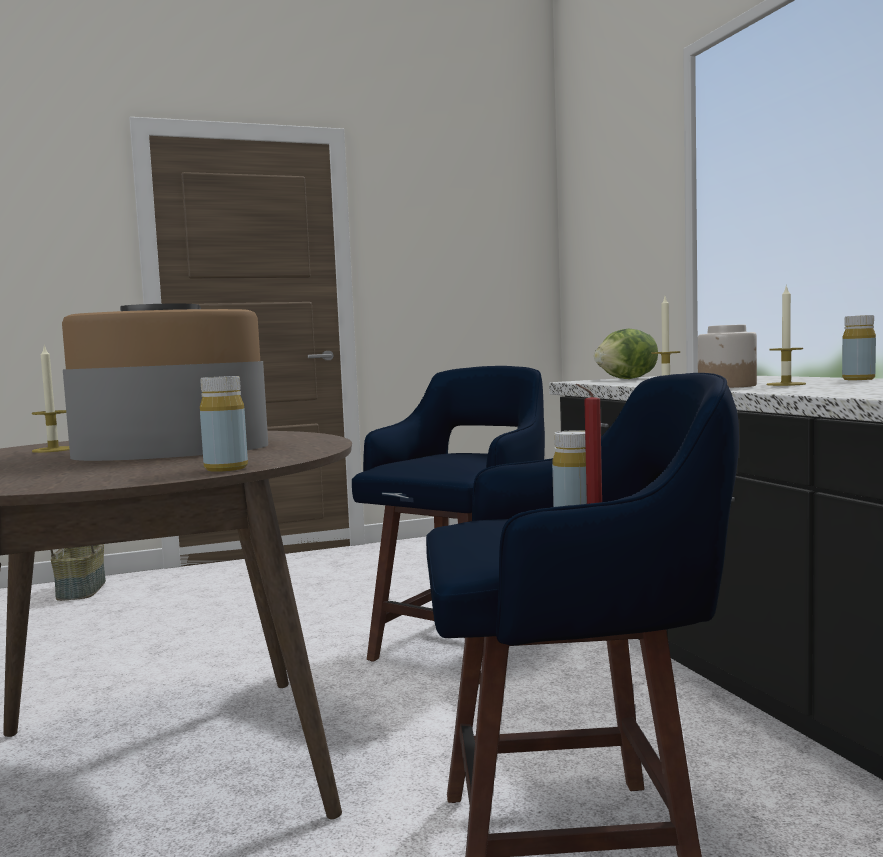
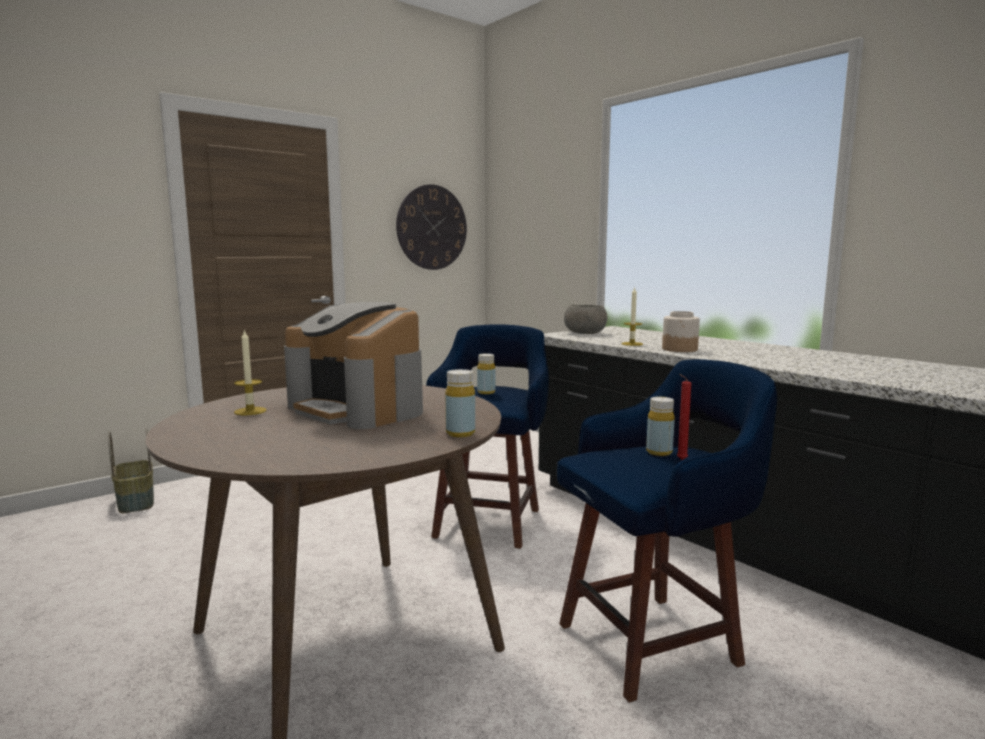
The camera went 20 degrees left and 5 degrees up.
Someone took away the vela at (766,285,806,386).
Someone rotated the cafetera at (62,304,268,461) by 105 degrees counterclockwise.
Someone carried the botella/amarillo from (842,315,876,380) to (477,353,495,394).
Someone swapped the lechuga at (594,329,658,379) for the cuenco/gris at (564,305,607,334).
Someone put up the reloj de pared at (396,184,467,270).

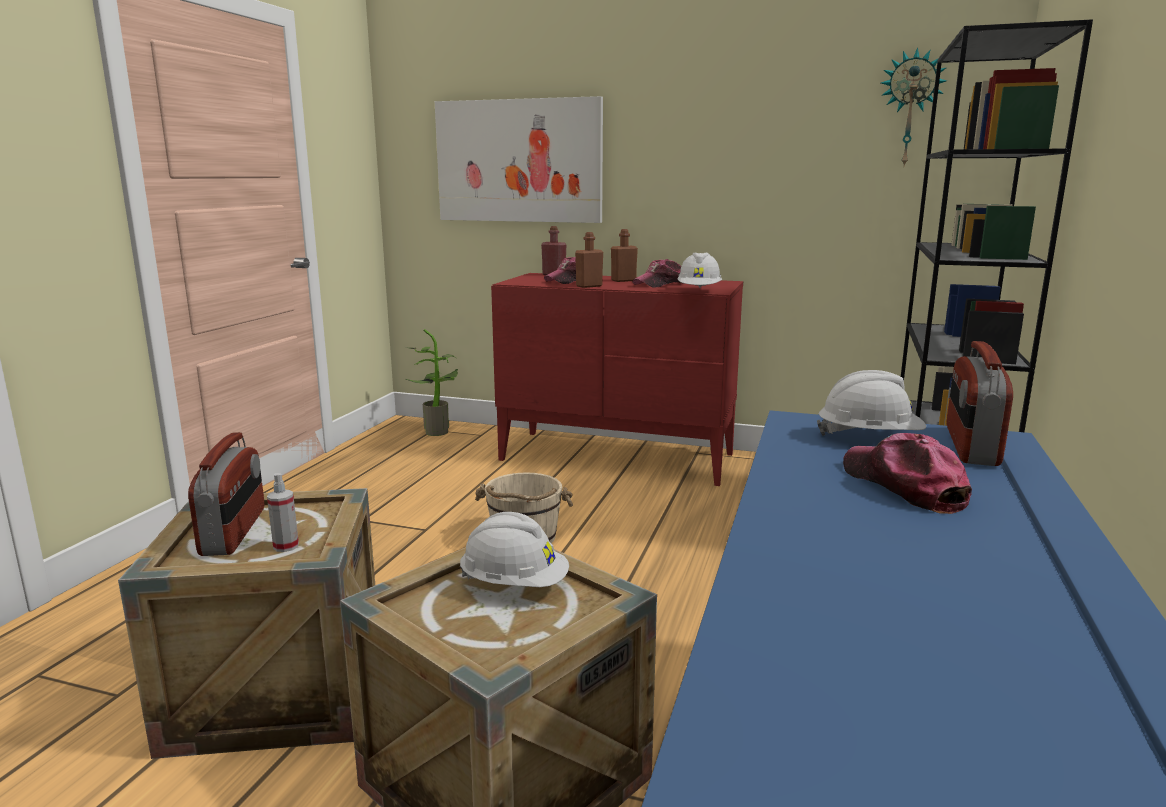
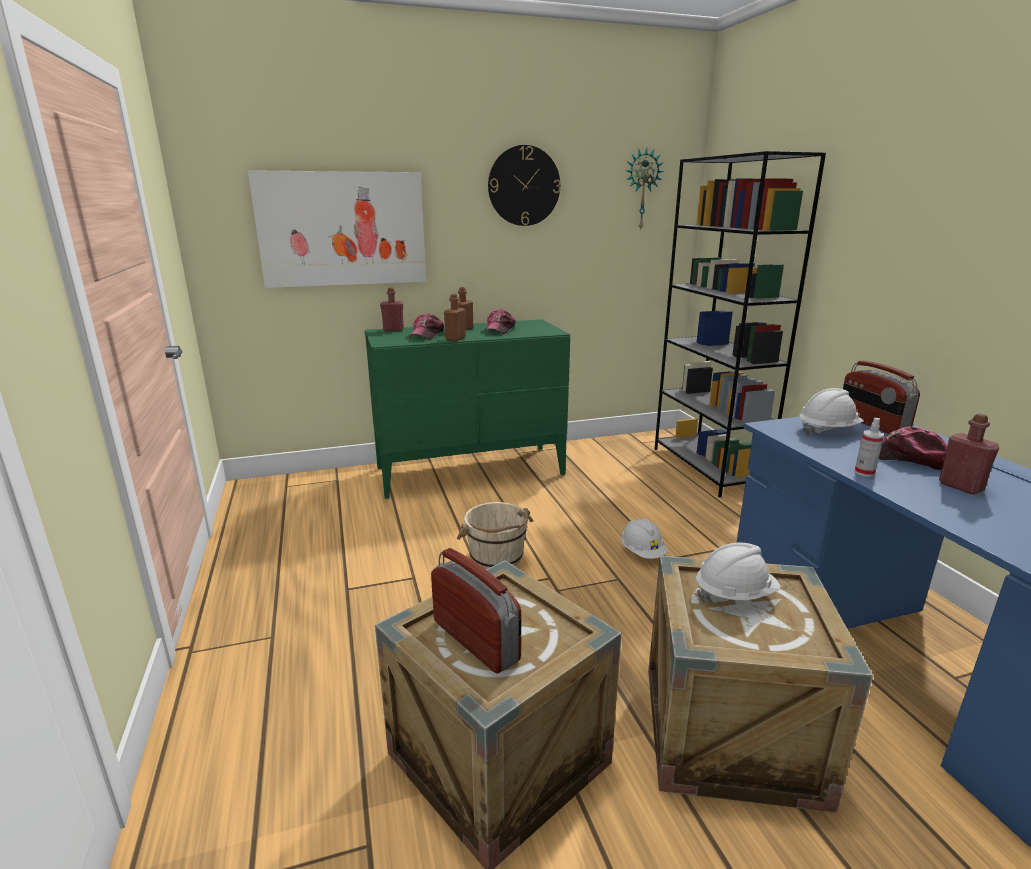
The camera went 35 degrees left and 5 degrees up.
Someone carried the casco/blanco from (677,252,722,288) to (621,518,668,559).
Someone repainted the armario/rojo at (491,273,743,486), which became the armario/verde at (365,319,570,499).
Someone took away the planta en maceta at (406,329,458,436).
Someone carried the pulverizador from (267,473,299,552) to (855,418,884,477).
Someone put up the reloj de pared at (488,145,561,226).
Someone put down the botella/rojo at (939,414,999,494).

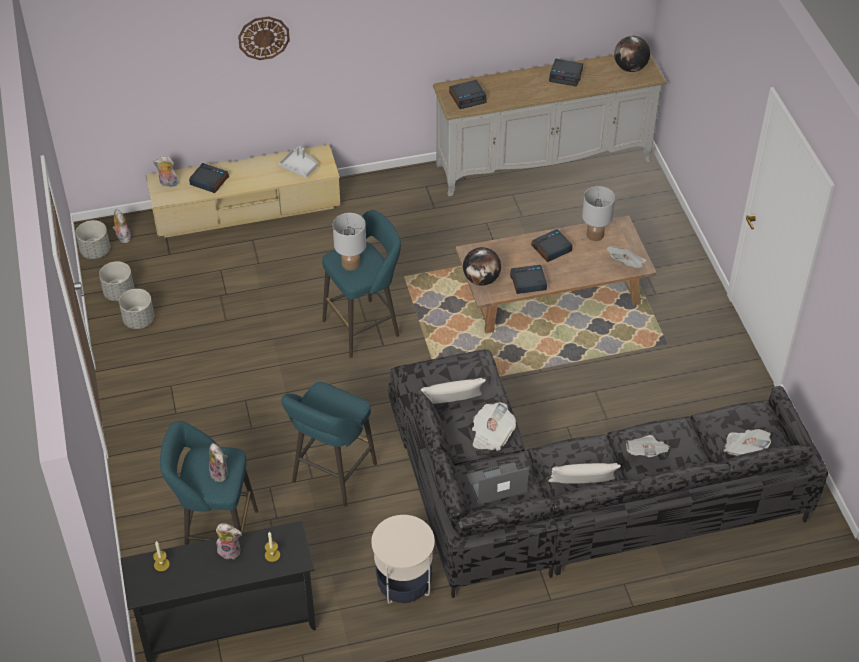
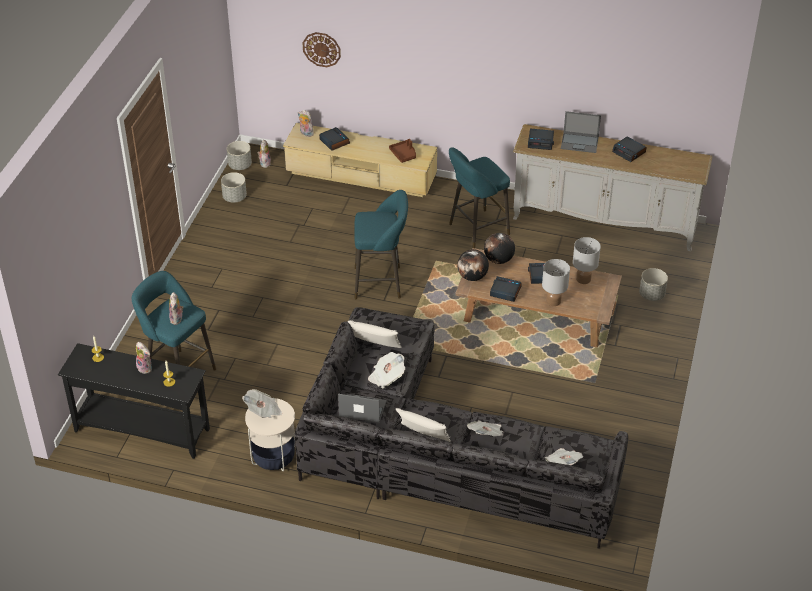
The camera went 30 degrees right and 5 degrees down.
Someone carried the reloj de pared from (238,16,290,60) to (303,32,341,67).
Someone carried the globo terráqueo from (614,36,650,72) to (484,233,515,264).
Someone repainted the bandeja/gris at (279,146,318,178), which became the bandeja/marrón at (389,139,416,163).
Someone carried the lámpara de mesa/gris from (333,213,366,271) to (542,259,570,306).
Someone carried the periódico from (607,246,646,269) to (242,389,282,418).
Someone carried the maceta/gris from (119,289,154,329) to (639,268,668,301).
Someone carried the taburete/turquesa from (281,382,377,506) to (449,147,510,248).
Someone put down the portátil at (561,111,601,153).

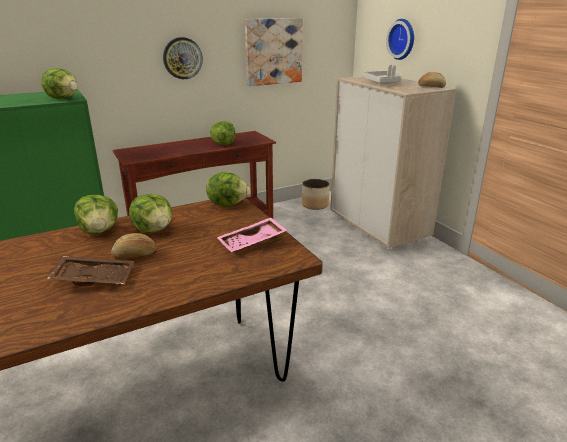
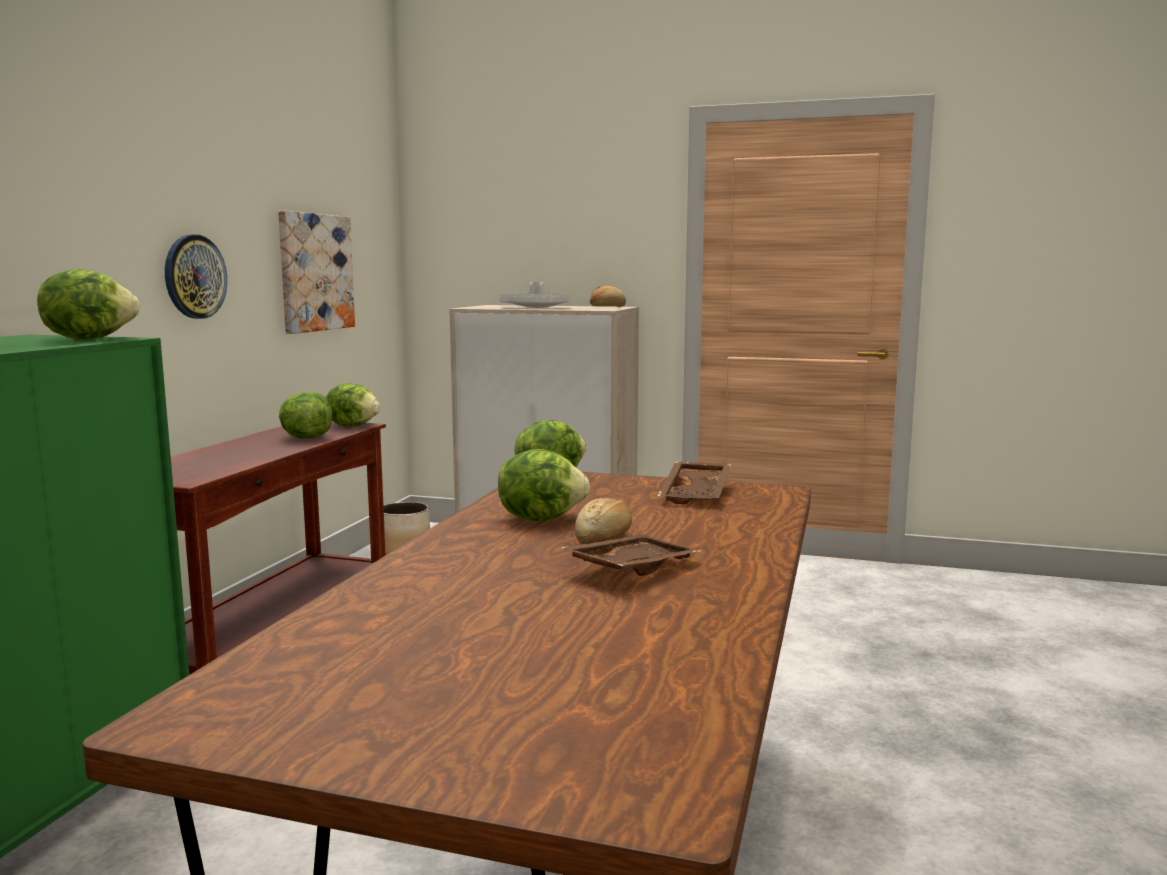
The camera went 45 degrees left and 15 degrees down.
Someone took away the reloj de pared at (386,19,414,60).
Someone carried the lechuga from (74,195,118,234) to (326,383,380,427).
Someone repainted the bandeja/rosa at (217,217,288,252), which became the bandeja/marrón at (658,462,731,504).

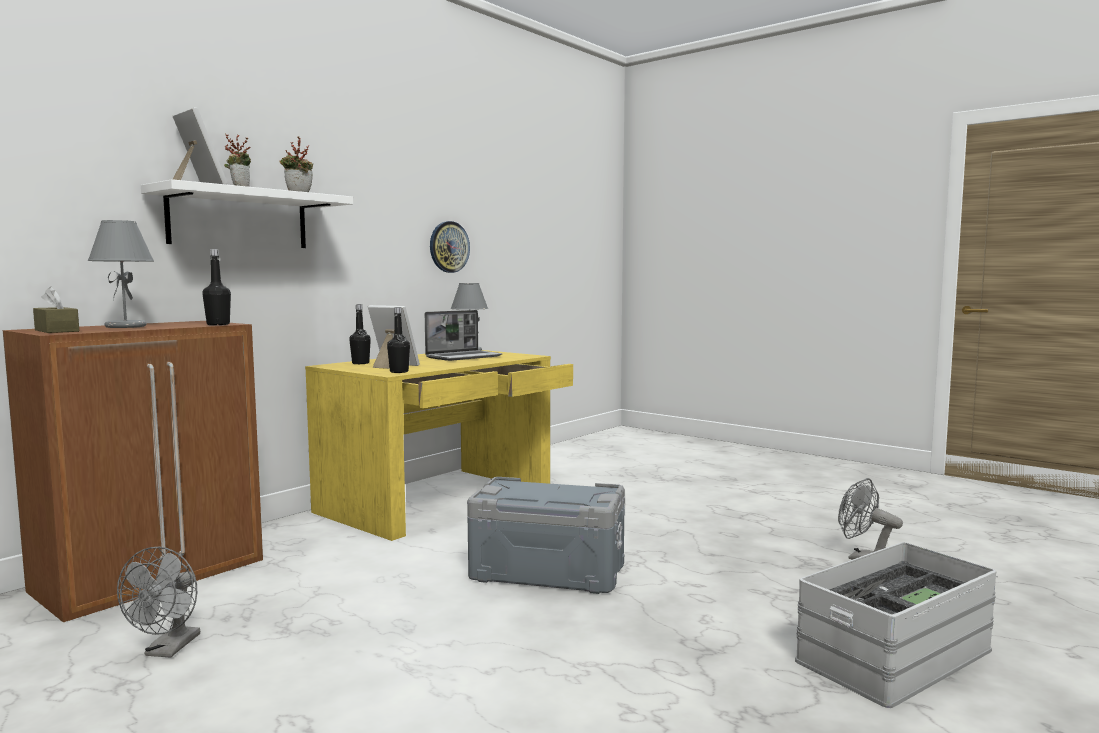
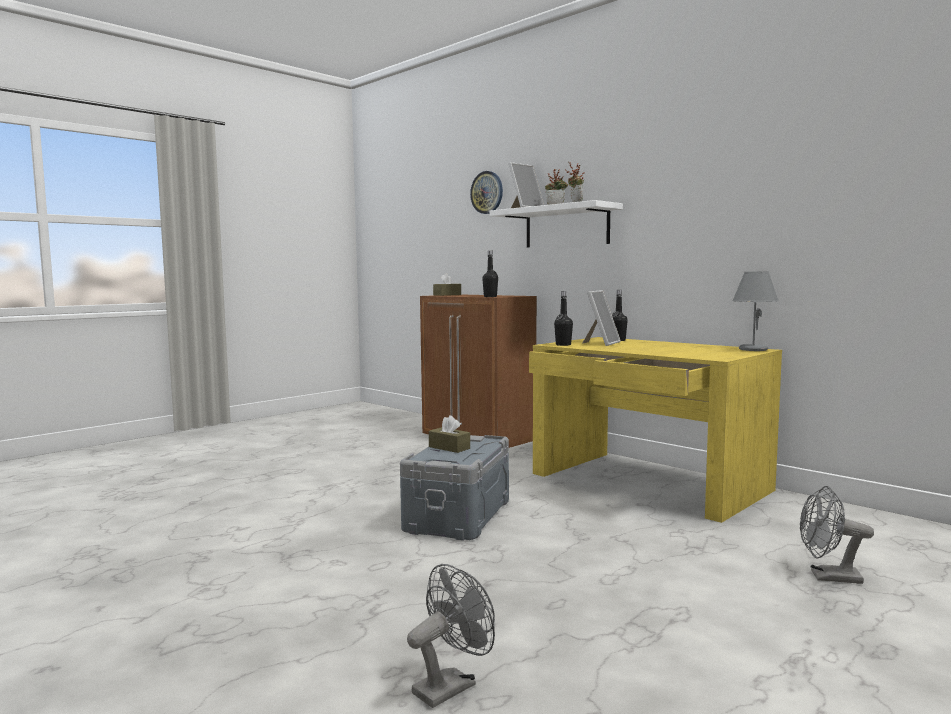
The camera went 95 degrees right and 0 degrees up.
Someone took away the lámpara de mesa/gris at (88,220,154,328).
Someone carried the reloj de pared from (430,221,470,273) to (470,171,503,214).
Someone took away the portátil at (425,310,502,361).
Someone took away the caja de almacenaje/gris at (795,542,998,708).
Someone carried the ventilador/gris from (117,547,200,658) to (800,486,874,584).
Someone put down the caja de pañuelos/marrón at (429,415,470,453).

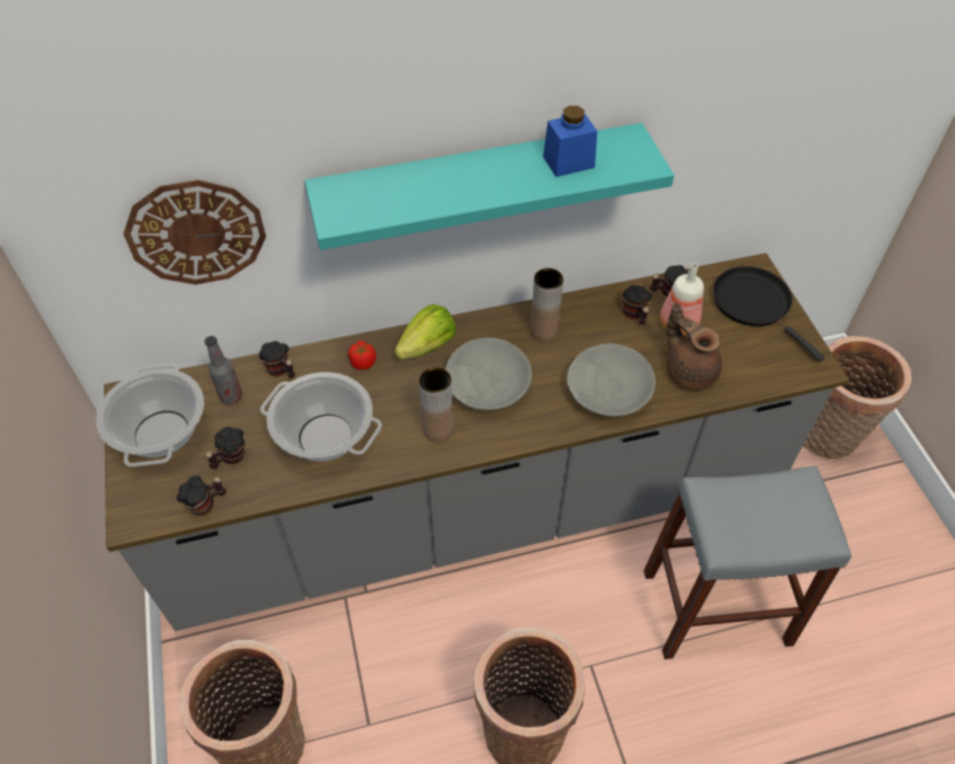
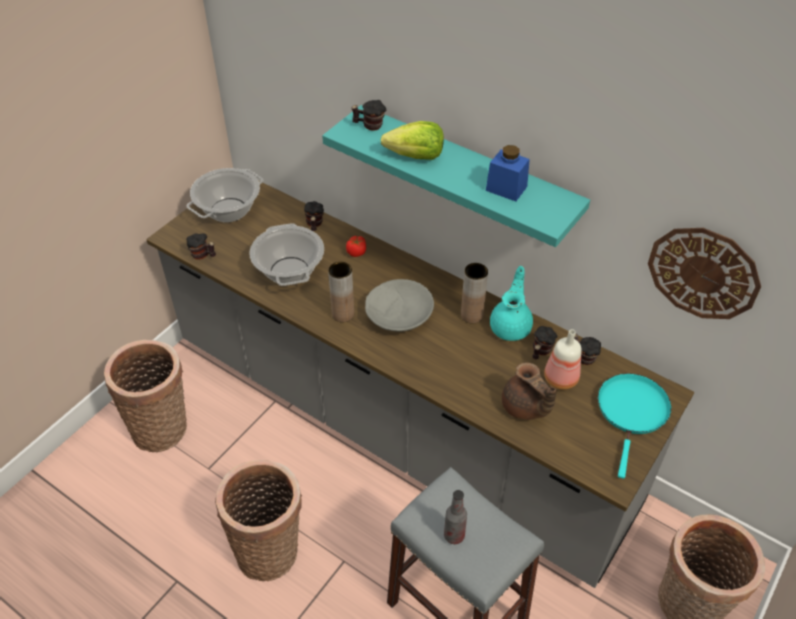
The camera went 50 degrees right and 5 degrees down.
Someone carried the reloj de pared from (124,180,266,285) to (648,228,761,319).
Someone repainted the sartén/negro at (713,266,825,362), which became the sartén/turquesa at (598,373,671,479).
Someone rotated the tetera/marrón at (666,302,722,390) by 135 degrees clockwise.
Someone carried the lechuga from (395,304,456,359) to (381,121,444,160).
Someone carried the botella from (205,336,242,405) to (444,490,467,544).
Someone took away the cuenco/gris at (567,343,656,417).
Someone carried the taza grande from (205,427,245,469) to (352,100,386,131).
Someone put down the tetera/turquesa at (490,266,533,341).

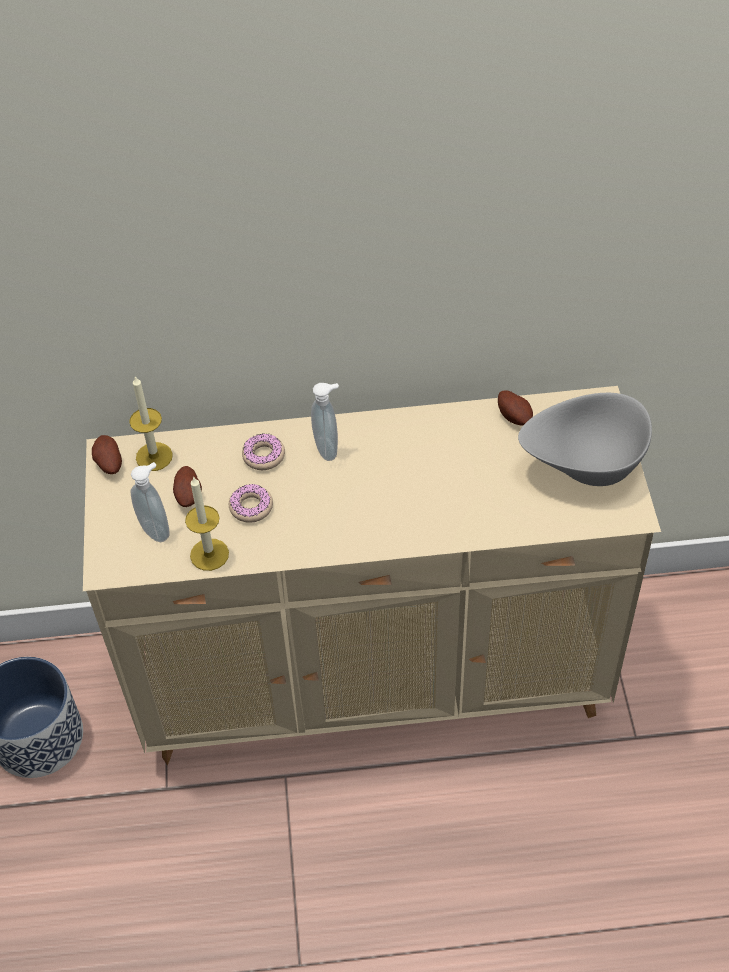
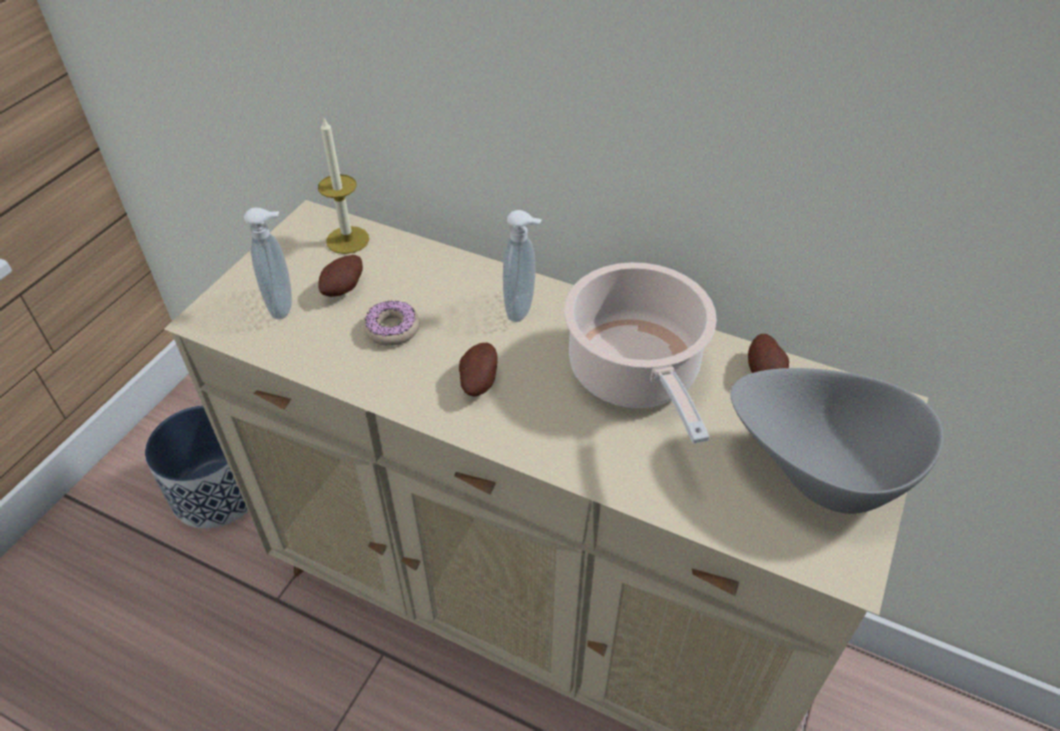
The camera went 30 degrees right and 5 degrees down.
Someone took away the rosquilla at (242,434,285,470).
Someone carried the patata from (92,435,122,474) to (459,343,498,397).
Someone took away the vela at (185,476,229,571).
Someone put down the olla at (564,262,717,444).

